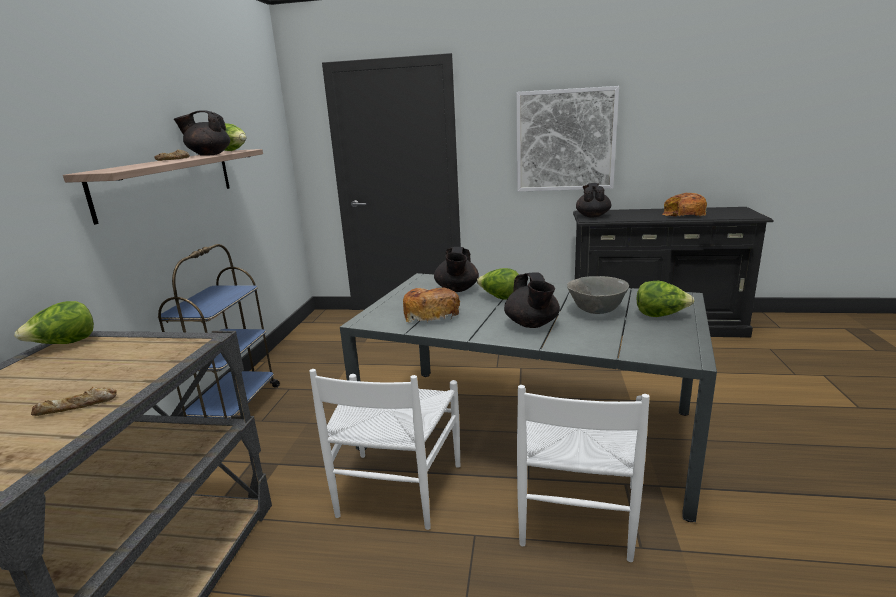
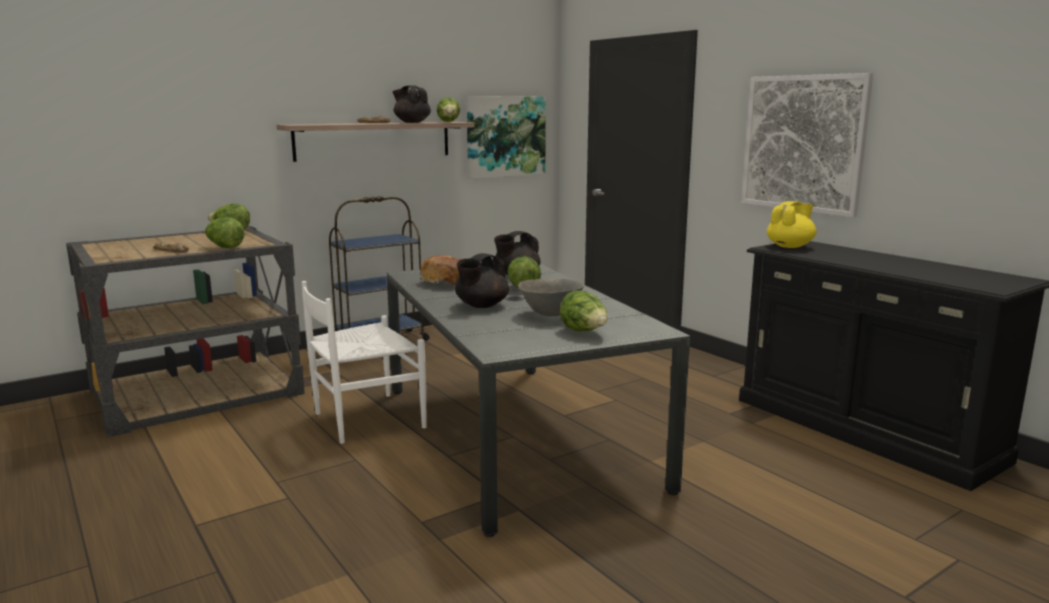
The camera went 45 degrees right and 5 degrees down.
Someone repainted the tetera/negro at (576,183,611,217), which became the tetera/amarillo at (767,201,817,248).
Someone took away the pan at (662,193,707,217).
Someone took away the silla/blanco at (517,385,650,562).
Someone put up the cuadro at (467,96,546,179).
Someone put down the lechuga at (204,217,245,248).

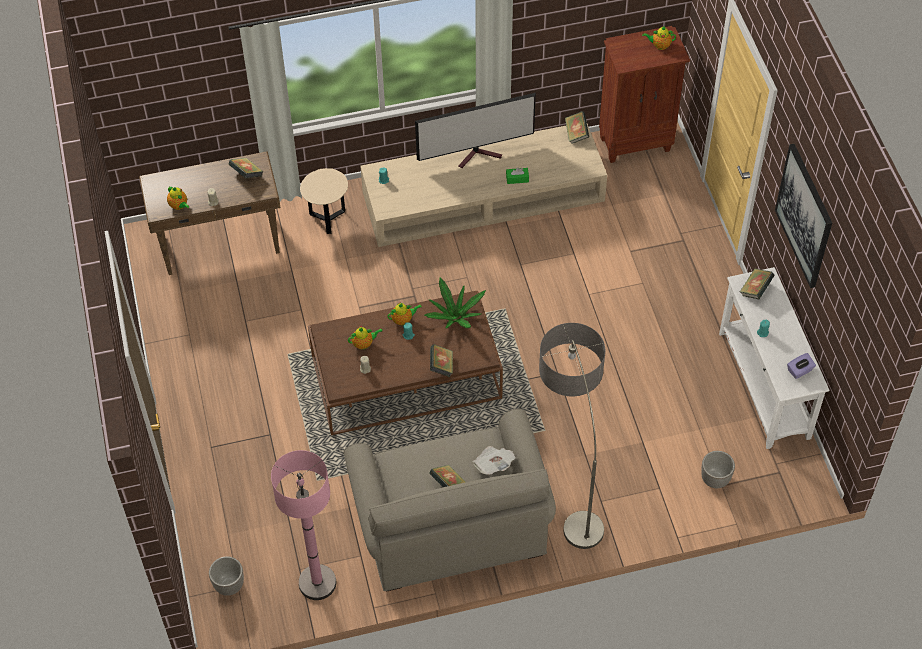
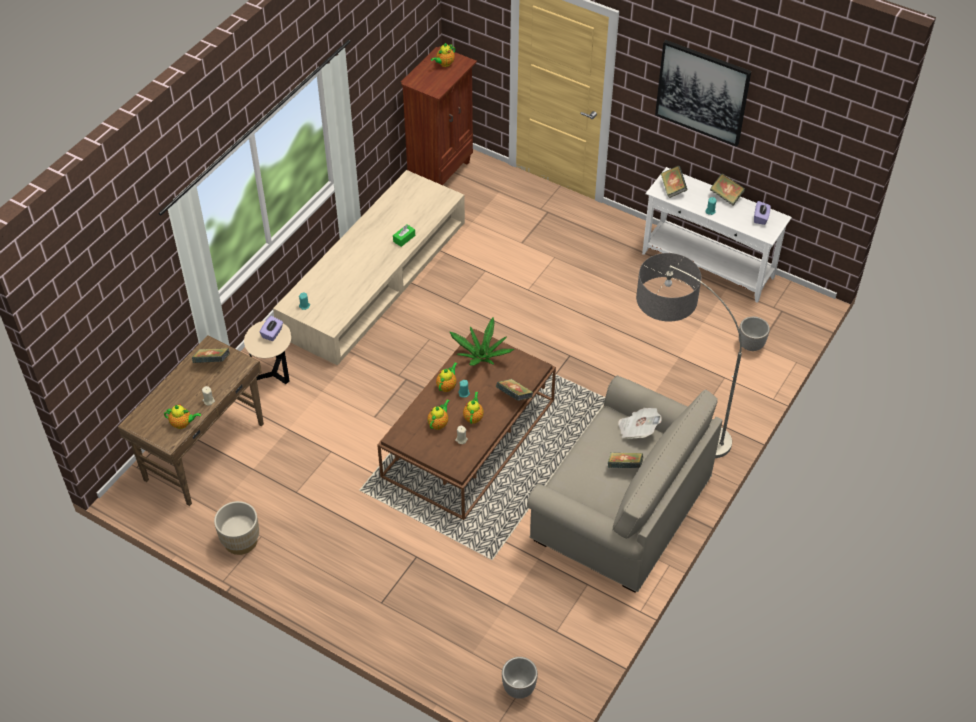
The camera went 45 degrees left and 5 degrees down.
Someone took away the televisor at (415,93,536,168).
Someone carried the libro from (565,111,589,144) to (710,173,745,205).
Someone took away the lámpara de pie/rosa at (271,450,336,600).
Someone put down the caja de pañuelos/morado at (260,316,283,341).
Someone put down the tetera at (463,392,484,424).
Someone put down the maceta/beis at (214,501,259,555).

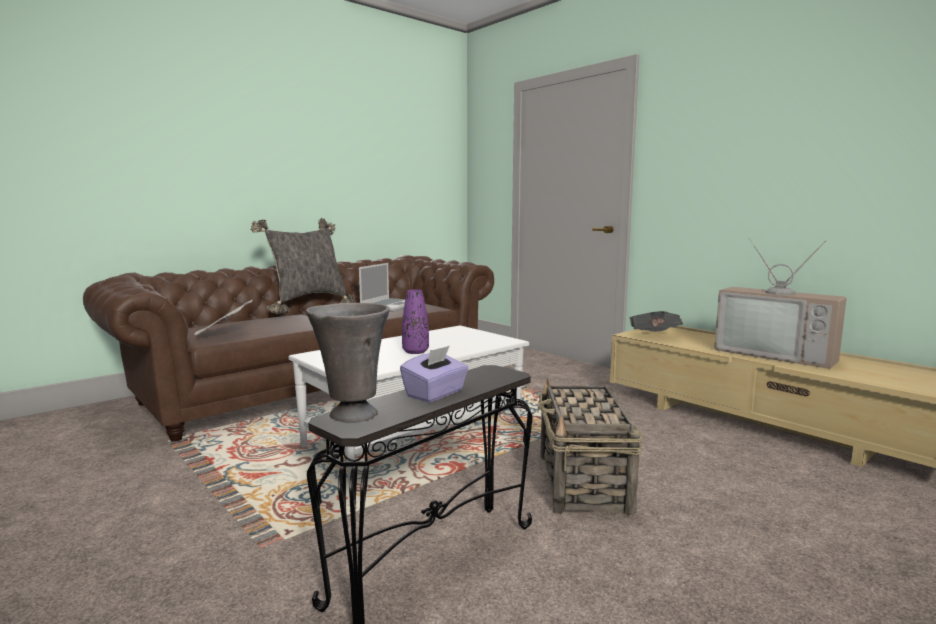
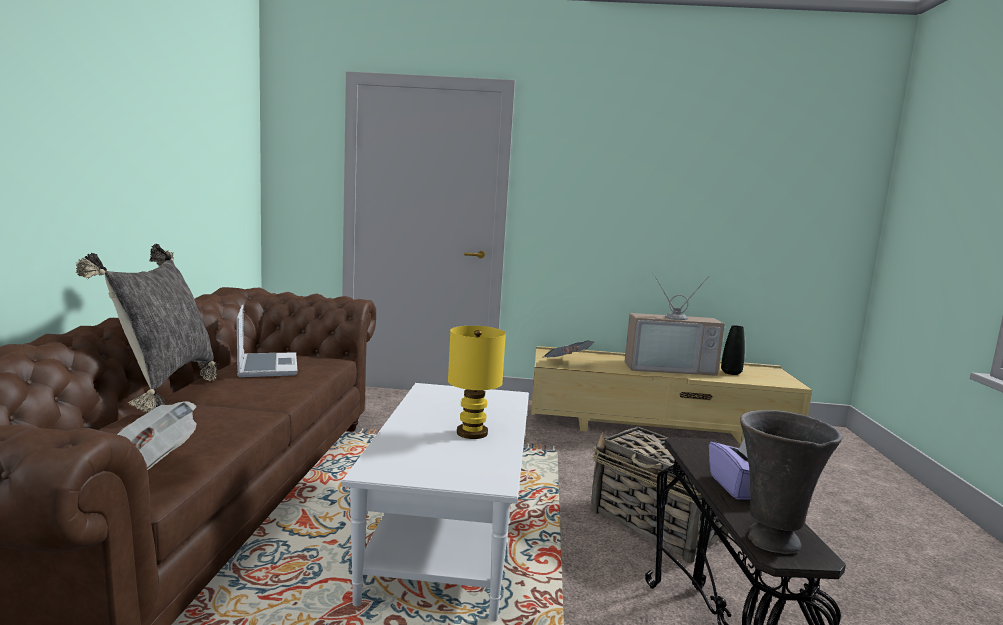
The camera went 45 degrees left and 0 degrees up.
Someone swapped the florero/morado at (402,289,429,354) for the lámpara de mesa/amarillo at (448,326,506,439).
Someone put down the florero/negro at (721,325,745,375).

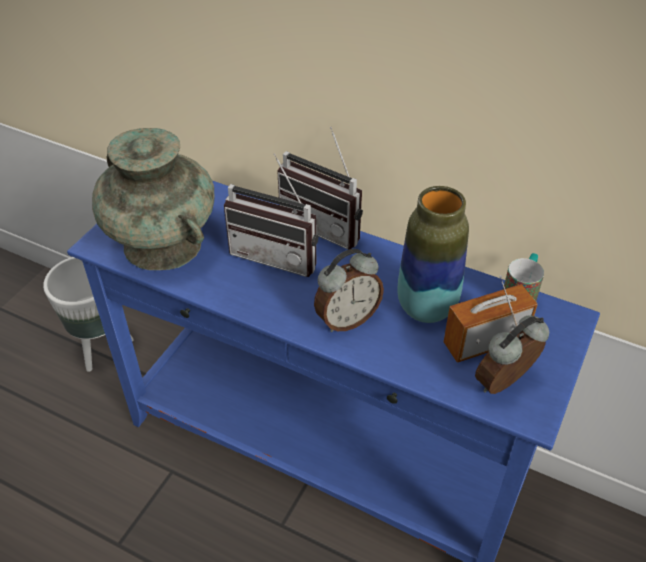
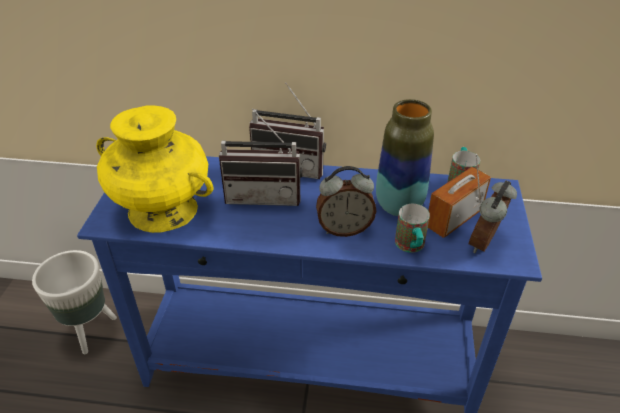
The camera went 20 degrees left and 5 degrees down.
Someone repainted the florero/turquesa at (92,128,214,270), which became the florero/amarillo at (96,105,214,233).
Someone rotated the despertador at (314,249,384,332) by 45 degrees clockwise.
Someone put down the taza grande at (395,204,430,253).

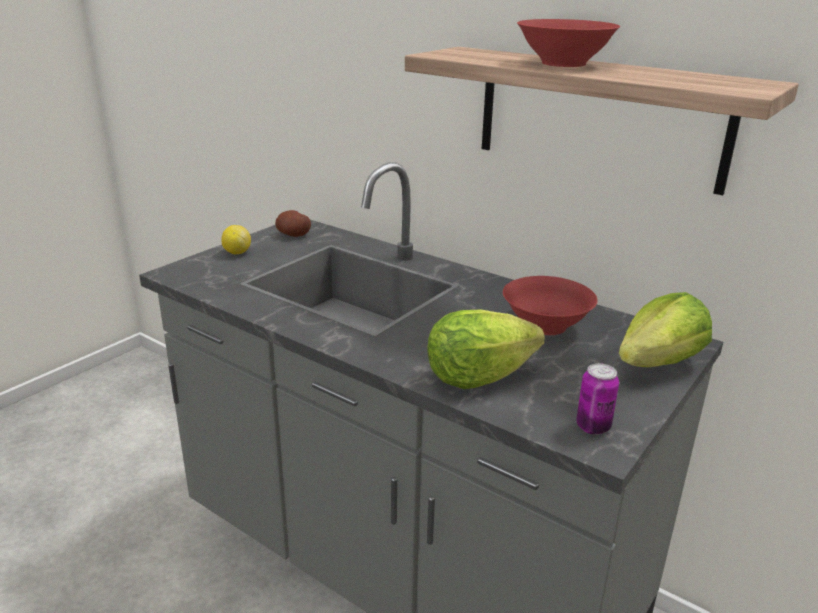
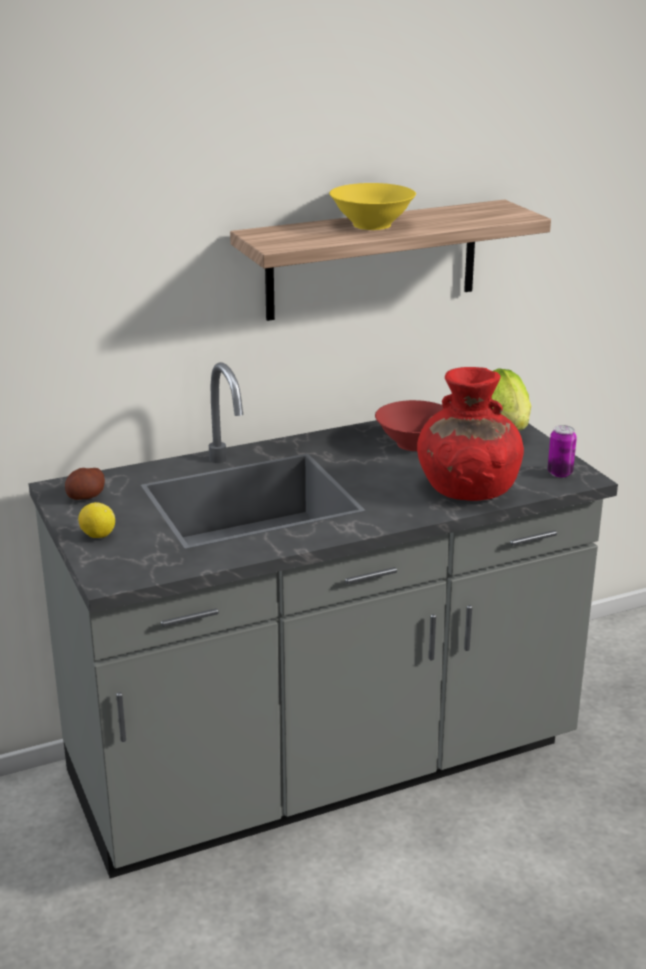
The camera went 60 degrees left and 0 degrees up.
Someone repainted the cuenco/rojo at (517,19,620,67), which became the cuenco/amarillo at (329,183,416,230).
Someone swapped the lechuga at (427,310,545,389) for the florero/rojo at (417,367,524,501).

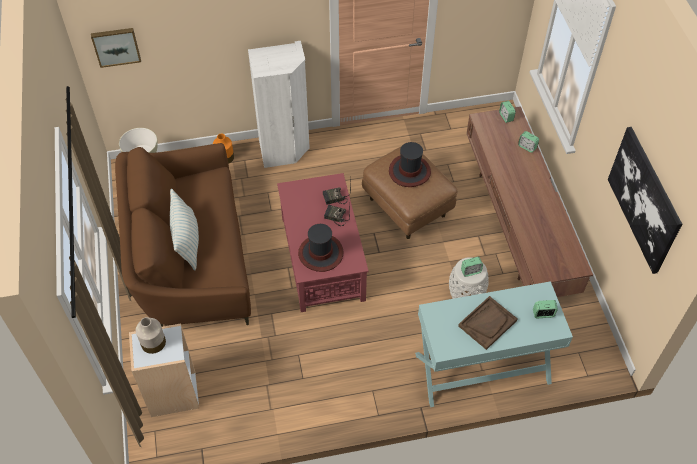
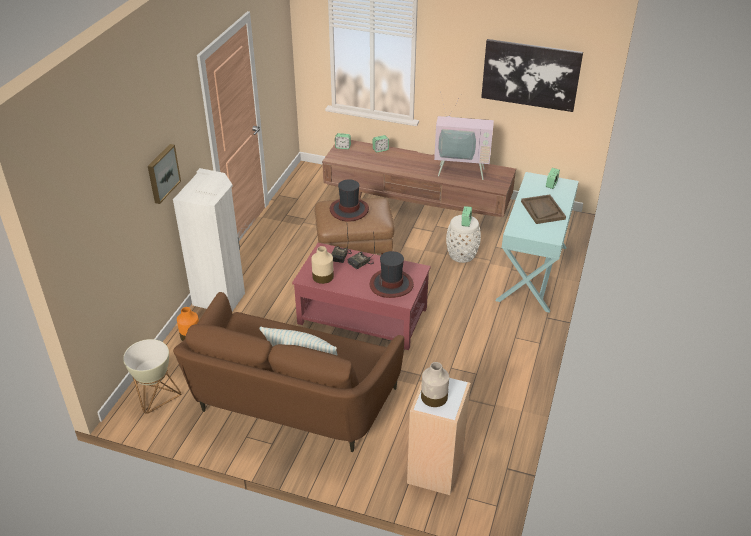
The camera went 60 degrees left and 15 degrees down.
Someone carried the cuadro from (91,28,141,68) to (148,144,181,204).
Someone put down the televisor at (434,95,494,180).
Someone put down the florero/beis at (311,246,334,284).

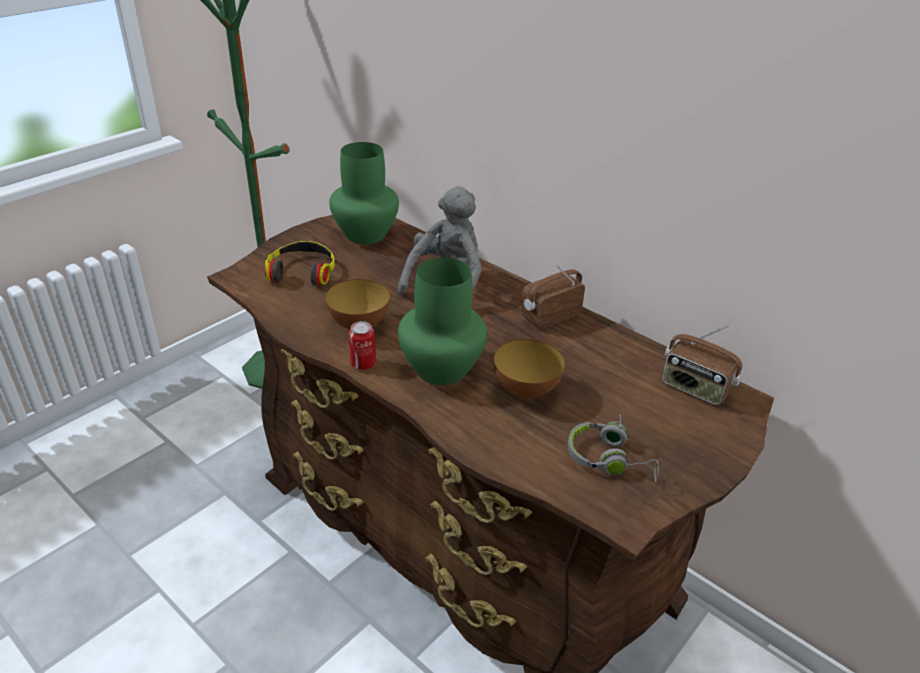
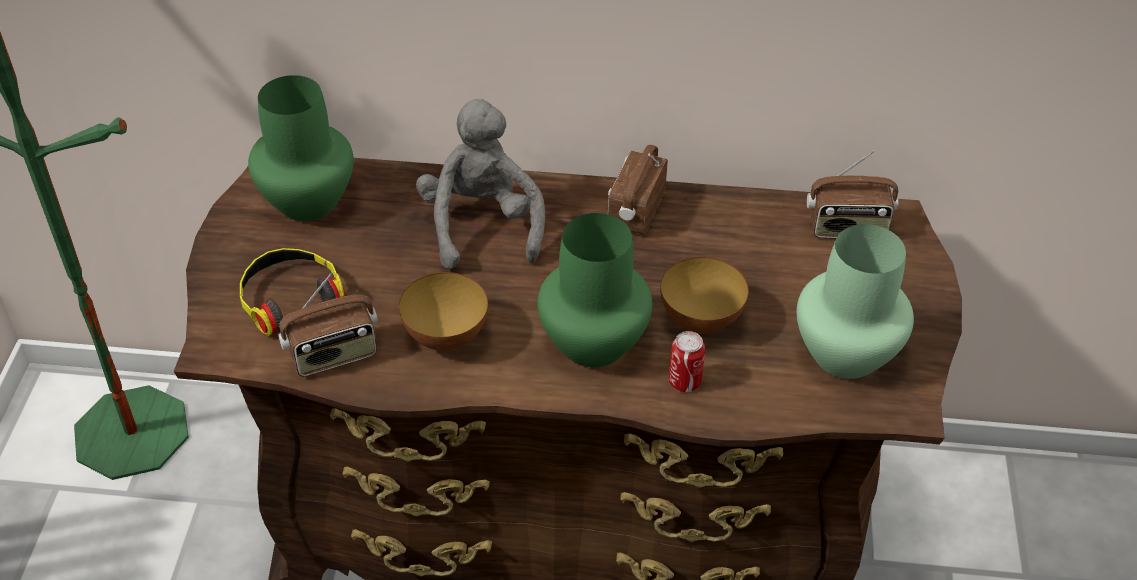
The camera went 35 degrees left and 10 degrees up.
Someone carried the lata from (349,321,376,370) to (668,331,705,392).
Someone swapped the auriculares/gris at (568,414,659,482) for the florero/verde at (797,224,914,379).
Someone put down the radio at (278,271,378,377).

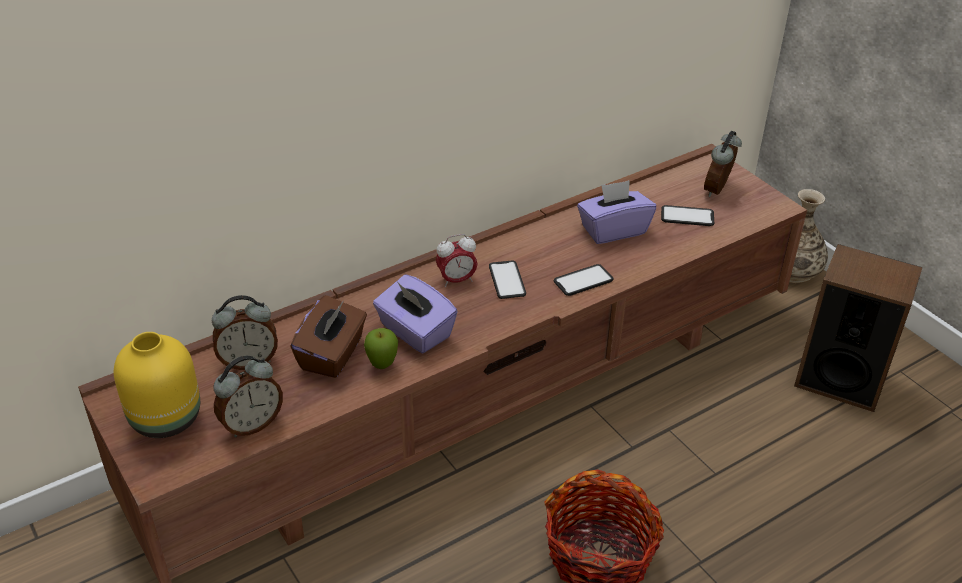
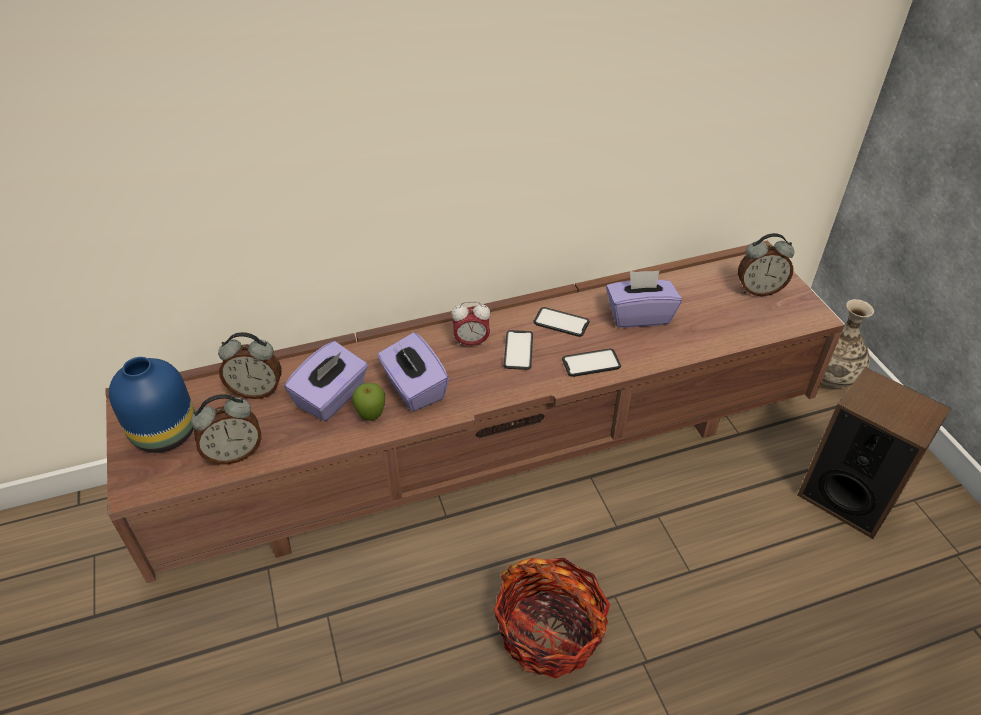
The camera went 15 degrees right and 5 degrees up.
Someone rotated the despertador at (704,131,742,197) by 135 degrees counterclockwise.
Someone carried the móvil from (661,205,714,226) to (533,307,590,337).
Someone repainted the caja de pañuelos/marrón at (290,295,367,378), which became the caja de pañuelos/morado at (284,341,368,421).
Someone repainted the florero/amarillo at (114,332,200,438), which became the florero/azul at (109,357,195,453).

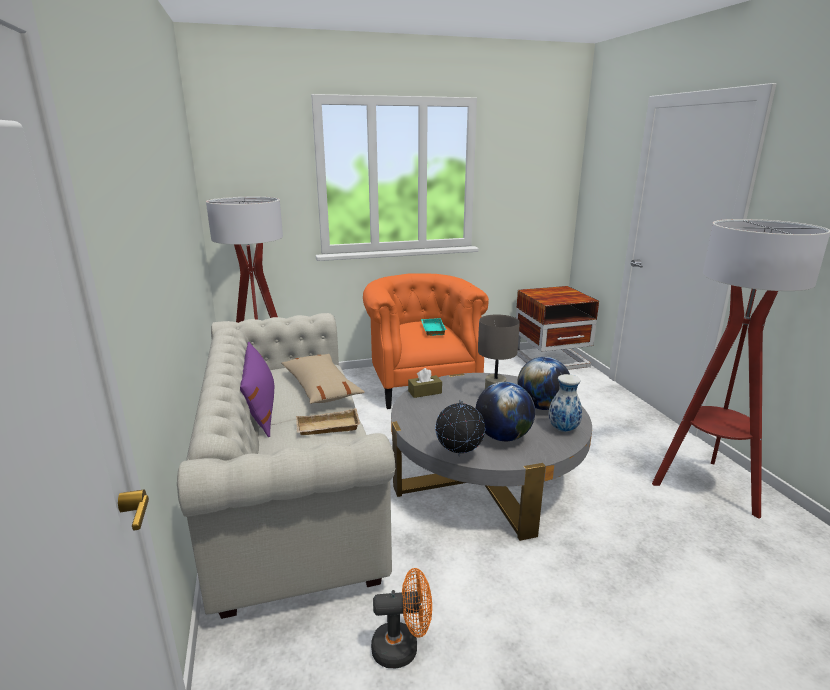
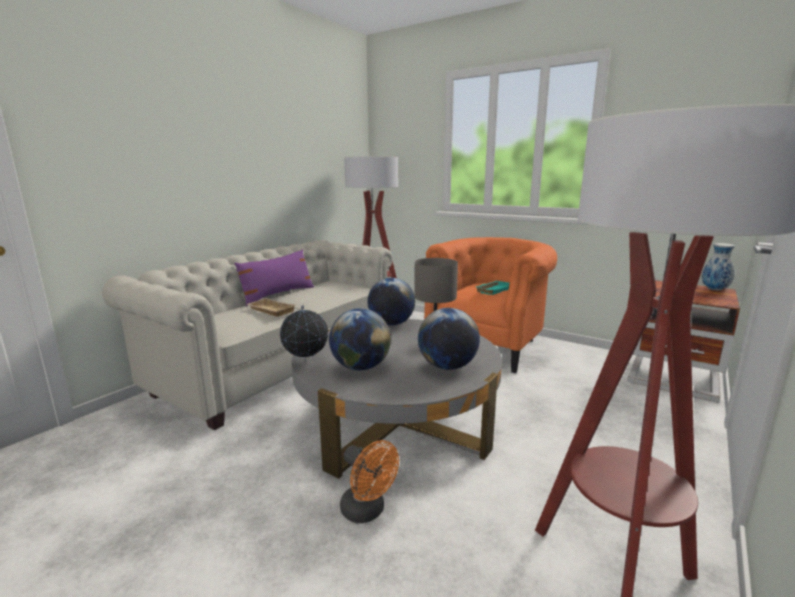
The camera went 50 degrees right and 5 degrees down.
Someone took away the cojín/beis at (281,354,365,404).
Someone swapped the caja de pañuelos/marrón at (408,368,442,398) for the globo terráqueo at (367,278,415,326).
Someone carried the florero from (548,374,582,432) to (702,243,735,291).
Someone carried the ventilador/naranja from (371,568,432,668) to (340,440,399,523).

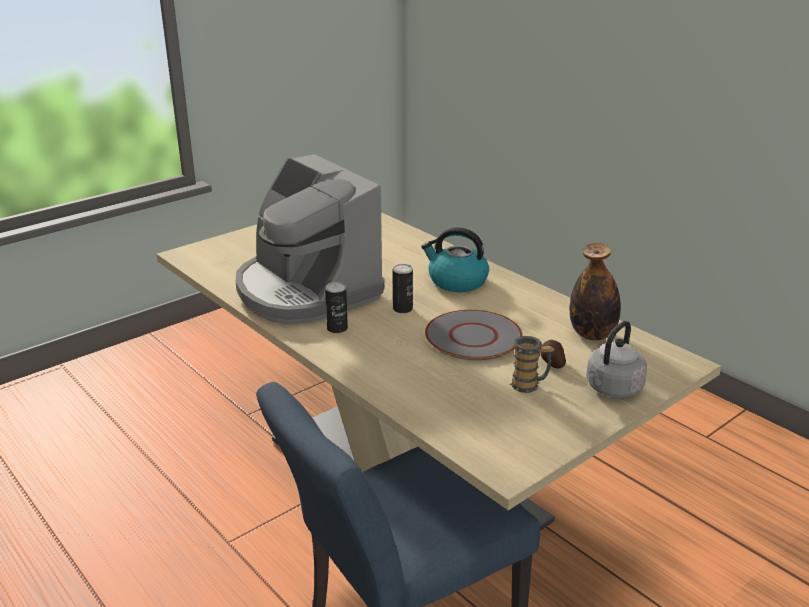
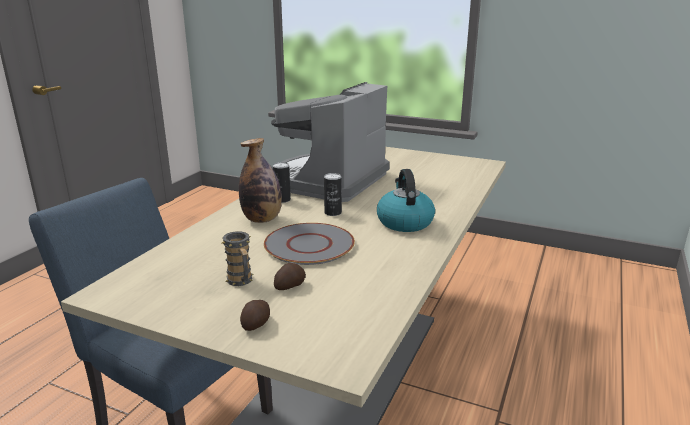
The camera went 65 degrees right and 5 degrees down.
Someone carried the botella from (570,243,621,340) to (239,138,282,223).
Someone swapped the hervidor/gris at (586,321,647,398) for the patata at (240,300,270,331).

